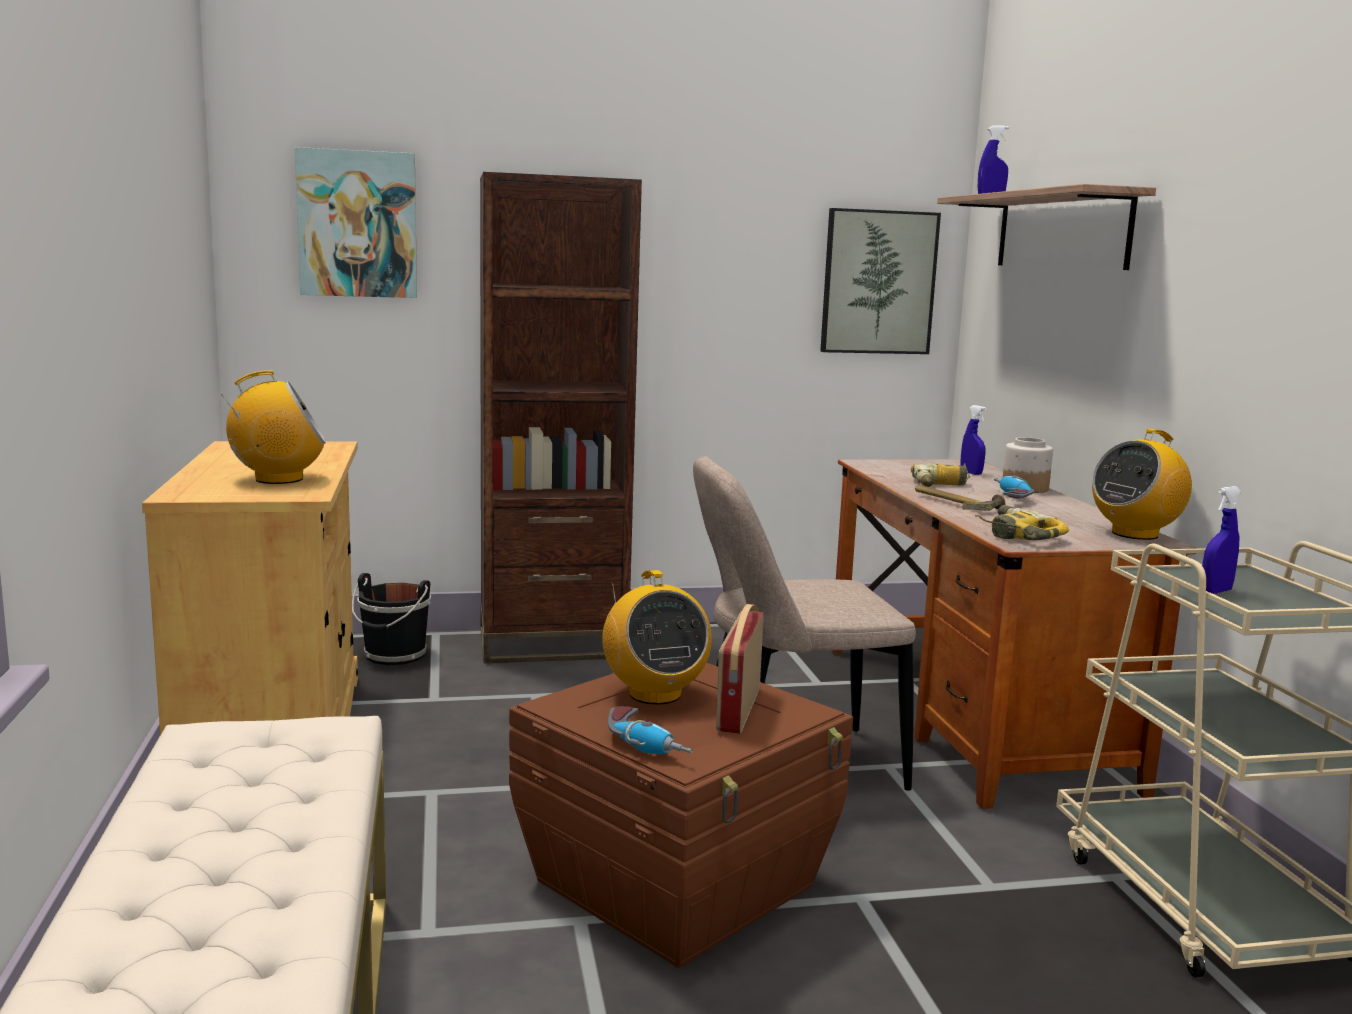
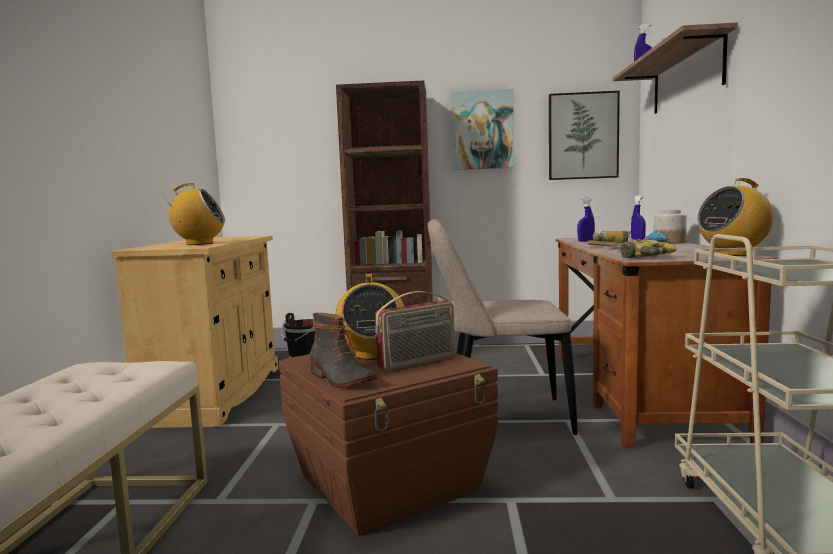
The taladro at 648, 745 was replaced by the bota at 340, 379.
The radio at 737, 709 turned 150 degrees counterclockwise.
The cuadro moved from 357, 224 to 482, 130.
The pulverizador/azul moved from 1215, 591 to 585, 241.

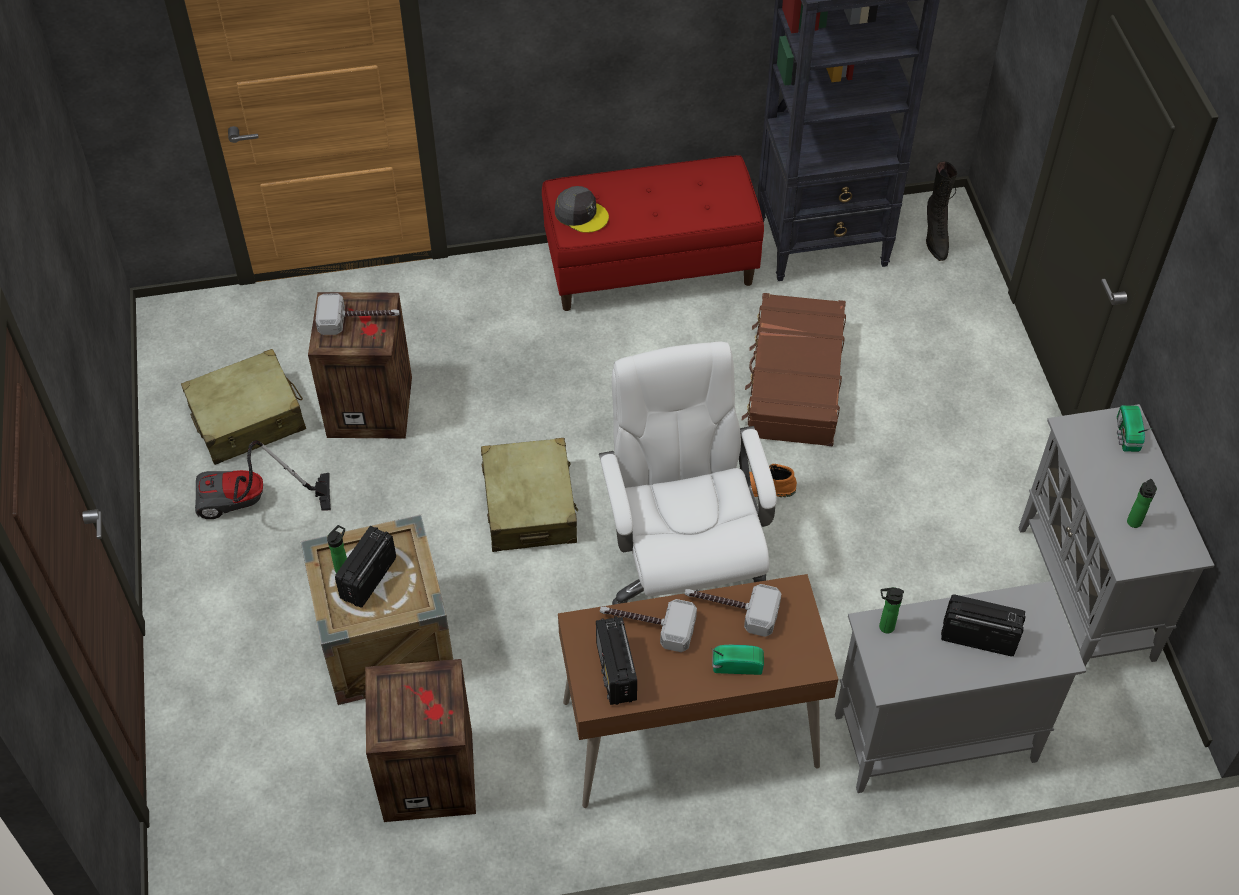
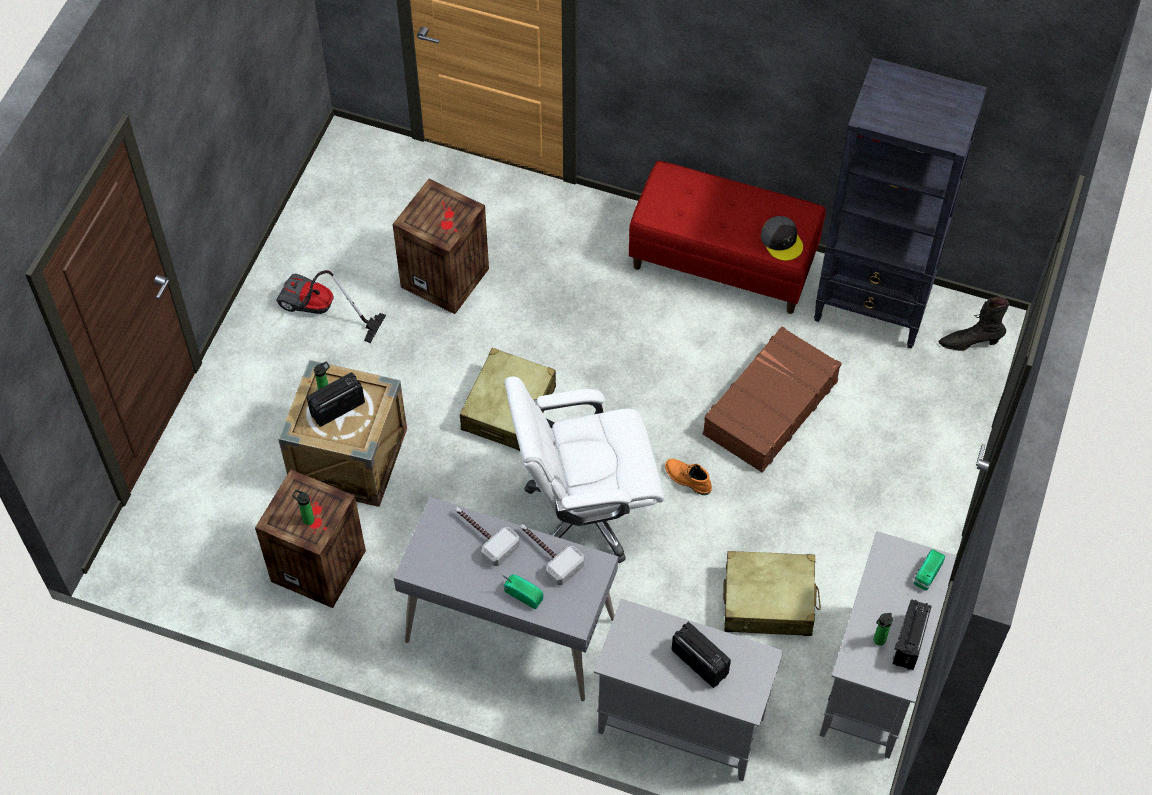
The botella moved from 884, 627 to 306, 519.
The escritorio/marrón at 690, 735 became the escritorio/gris at 510, 631.
The silla de oficina/blanco at 683, 571 turned 120 degrees counterclockwise.
The maleta/beis moved from 248, 419 to 768, 601.
The gorra/gris moved from 581, 214 to 781, 241.
The radio moved from 616, 673 to 909, 643.
The bota/negro at 935, 237 turned 60 degrees clockwise.
The martillo at 359, 320 disappeared.

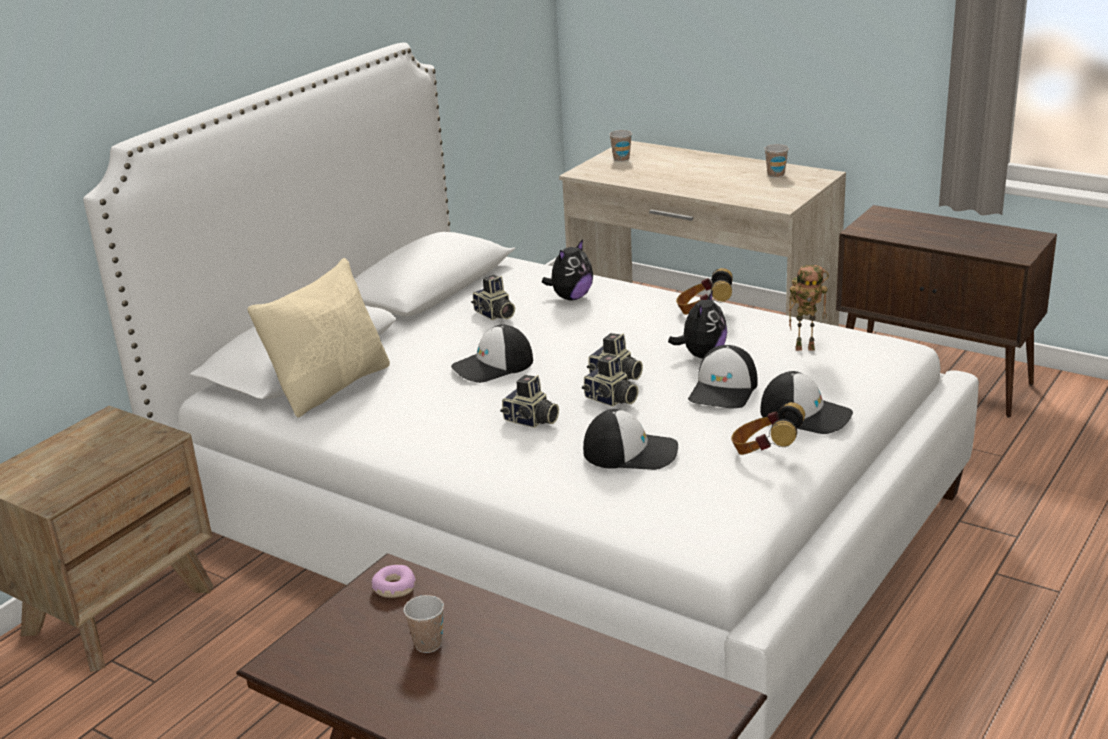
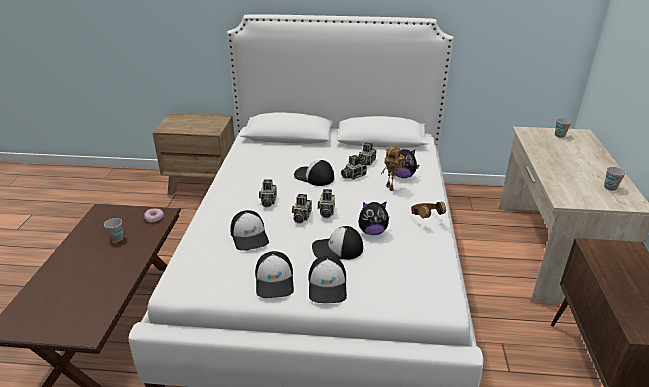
The auriculares at 765, 452 was replaced by the gorra at 275, 280.
The cámara at 352, 175 appeared.
The robot de juguete moved from 806, 348 to 391, 188.
The cojín/beis at 331, 386 disappeared.

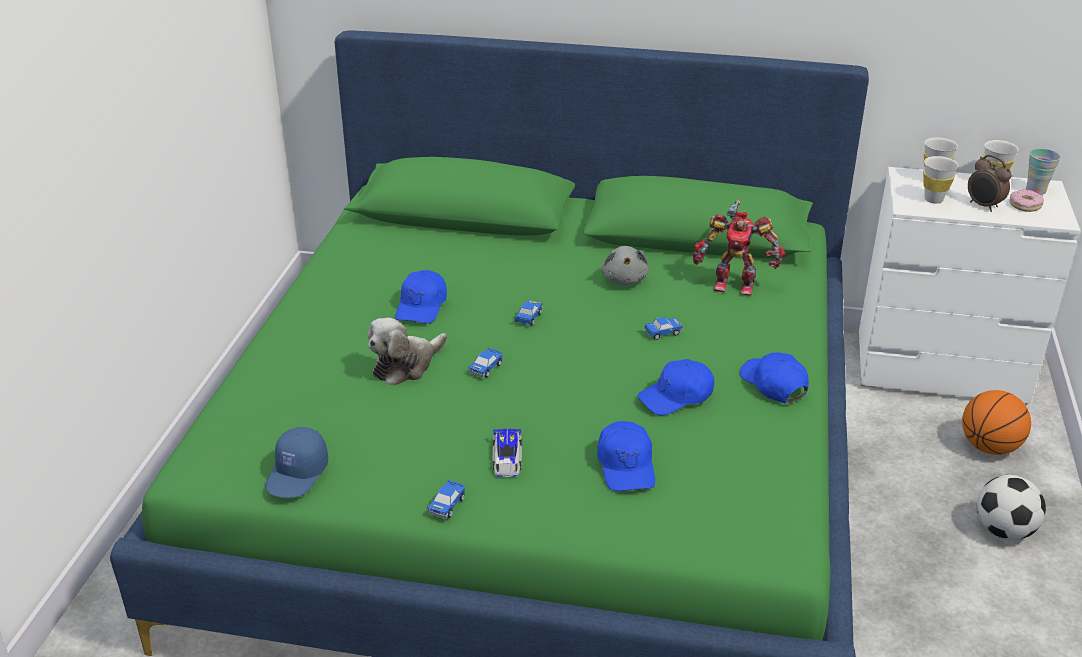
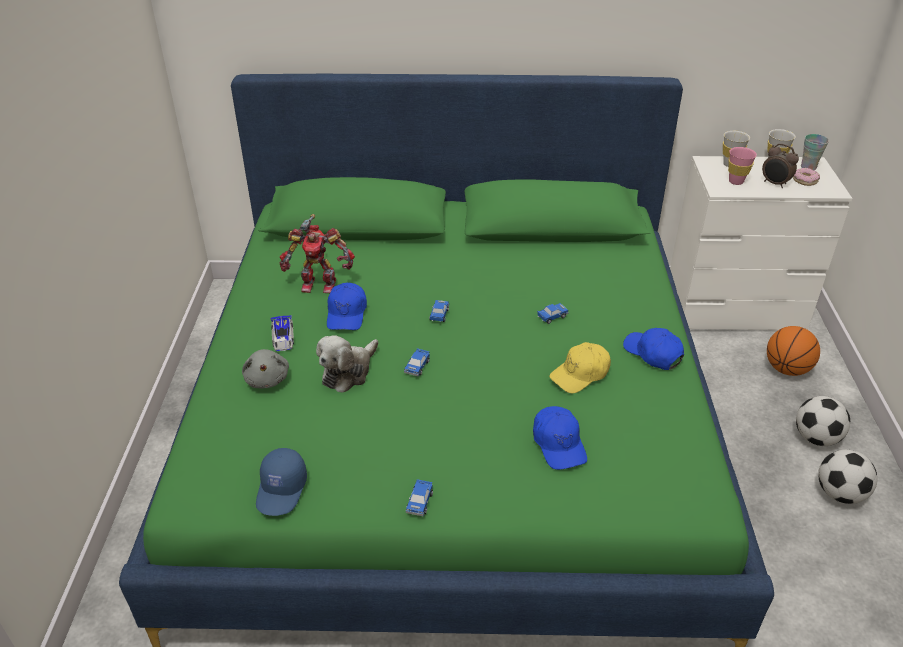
The peluche/gris moved from 624, 279 to 267, 379.
The coche de juguete moved from 507, 458 to 283, 337.
The robot de juguete moved from 734, 284 to 319, 284.
The gorra/azul at 676, 396 became the gorra/amarillo at 580, 374.
The taza/blanco at 933, 199 became the taza/rosa at 736, 181.
The balón de fútbol at 840, 494 appeared.

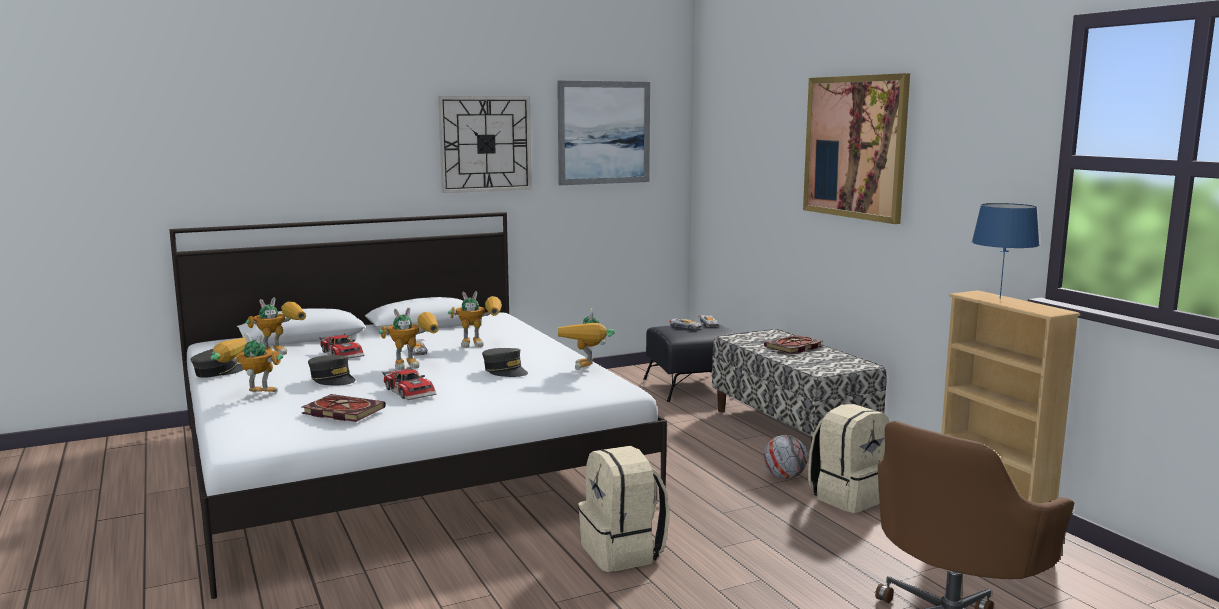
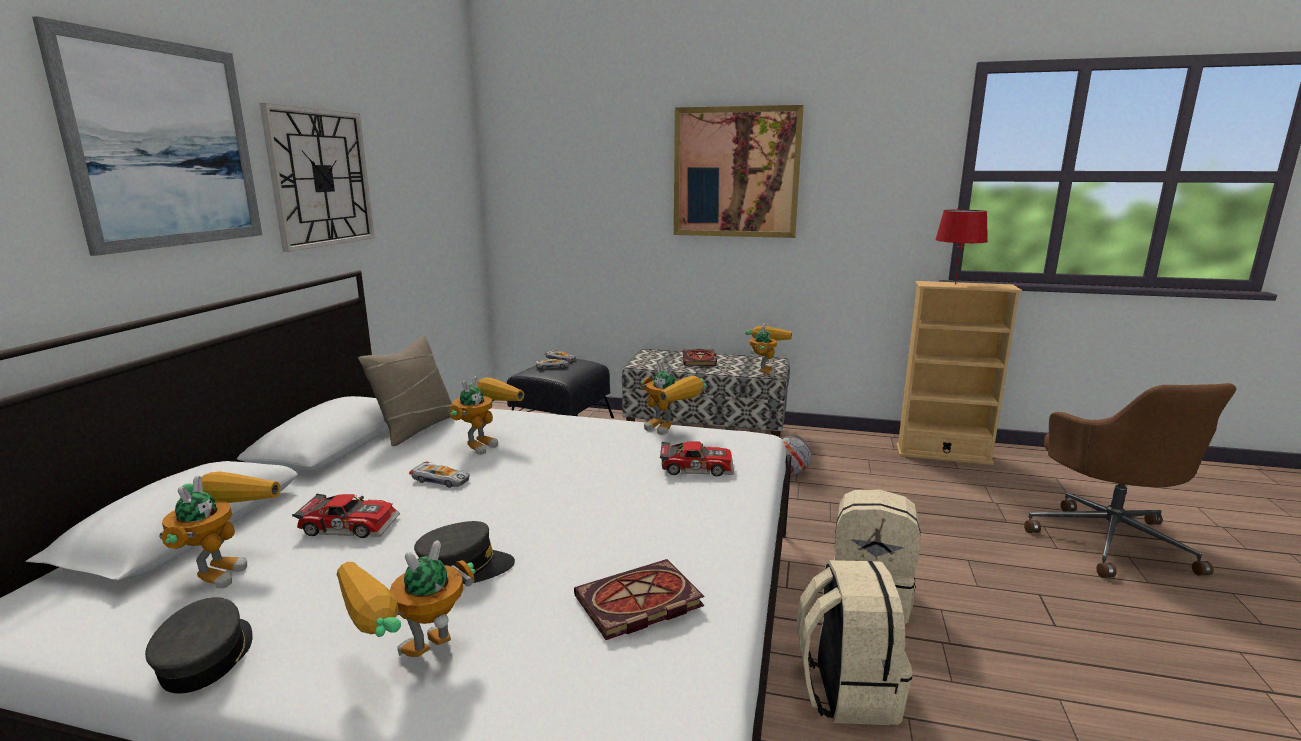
The cuadro moved from 604, 132 to 165, 145.
The cojín/beis at 416, 427 appeared.
The coche de juguete moved from 411, 391 to 696, 467.
The robot de juguete moved from 415, 364 to 764, 371.
The mochila/beis moved from 848, 497 to 846, 689.
The lámpara de mesa/azul at 999, 299 became the lámpara de mesa/rojo at 954, 284.
The gorra/gris at 505, 371 disappeared.

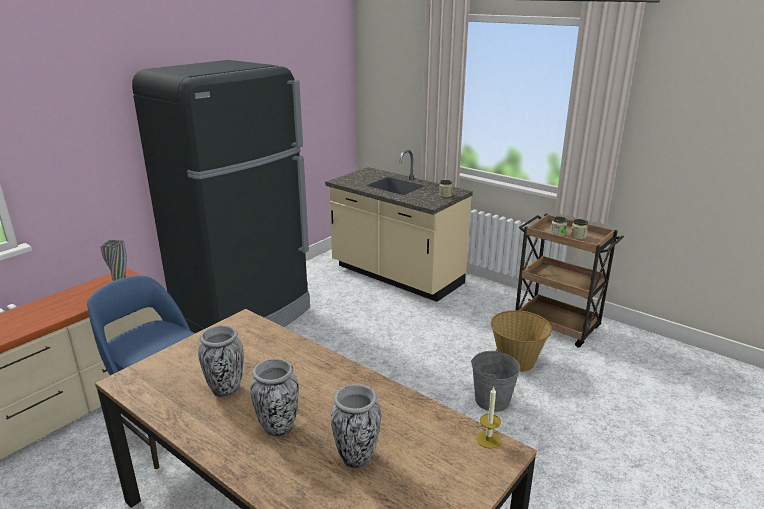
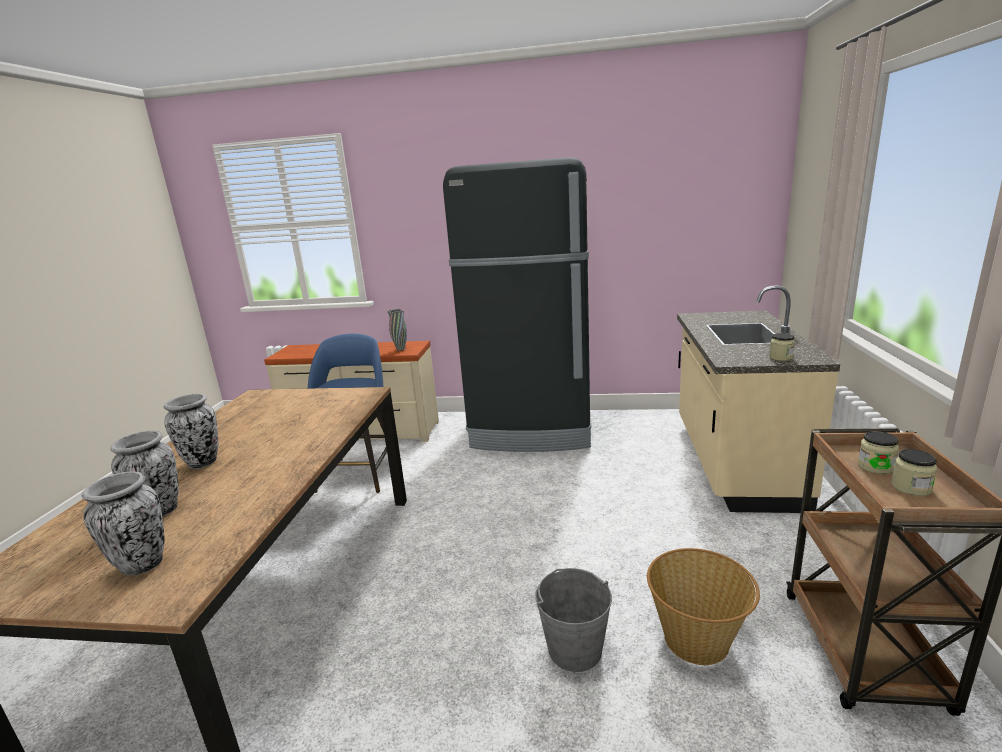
The florero moved from 225, 389 to 142, 564.
The vela at 488, 439 disappeared.

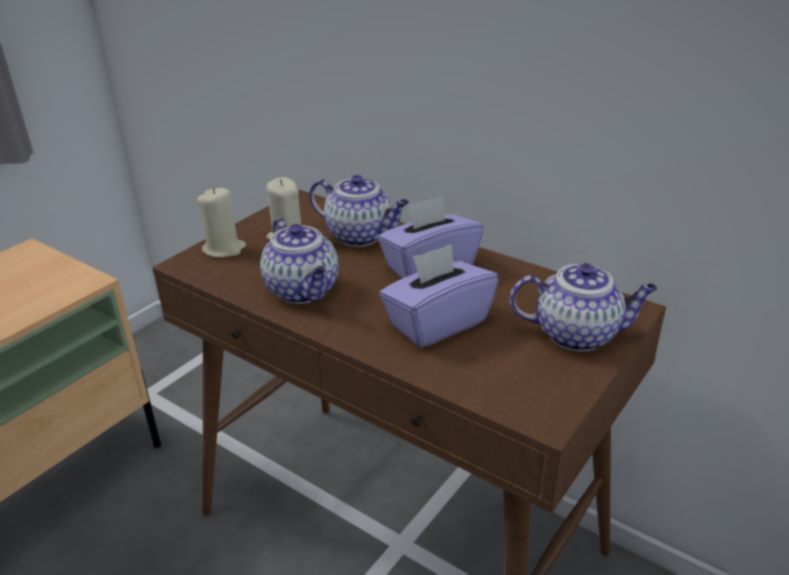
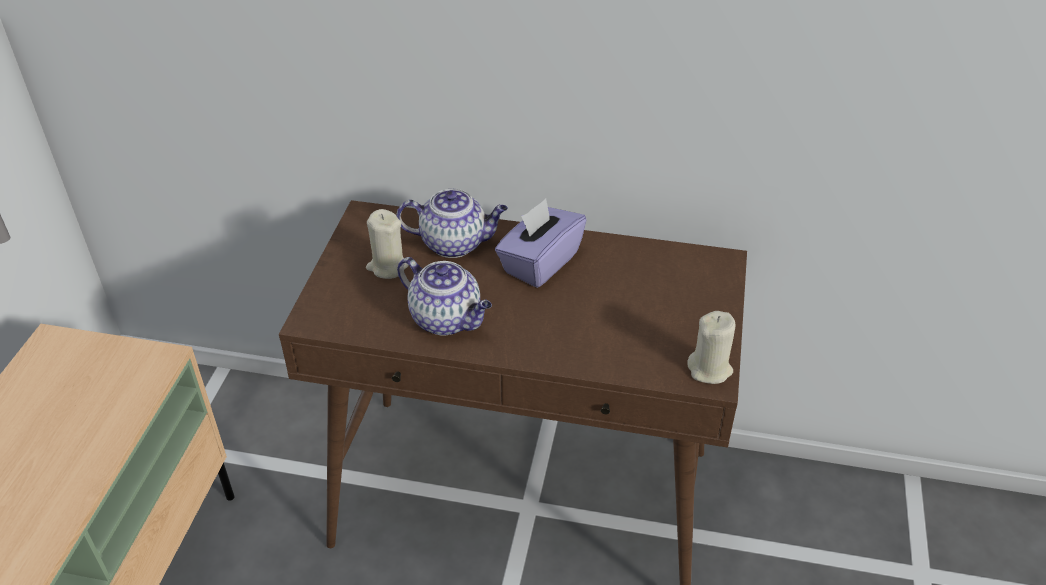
The vela/beis moved from 224, 249 to 710, 369.
The caja de pañuelos/morado at 437, 323 disappeared.
The tetera at 578, 334 disappeared.

